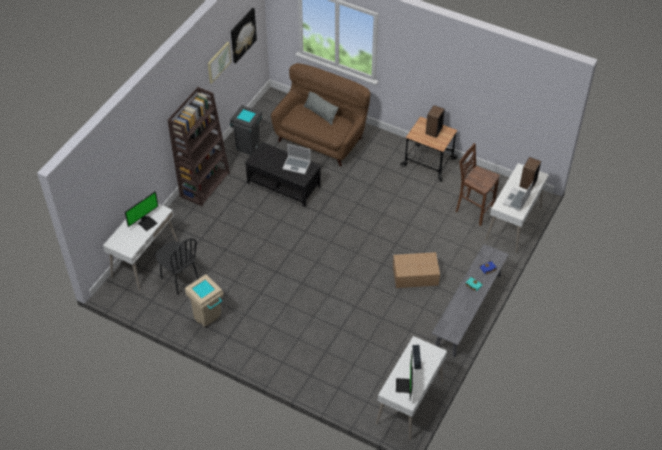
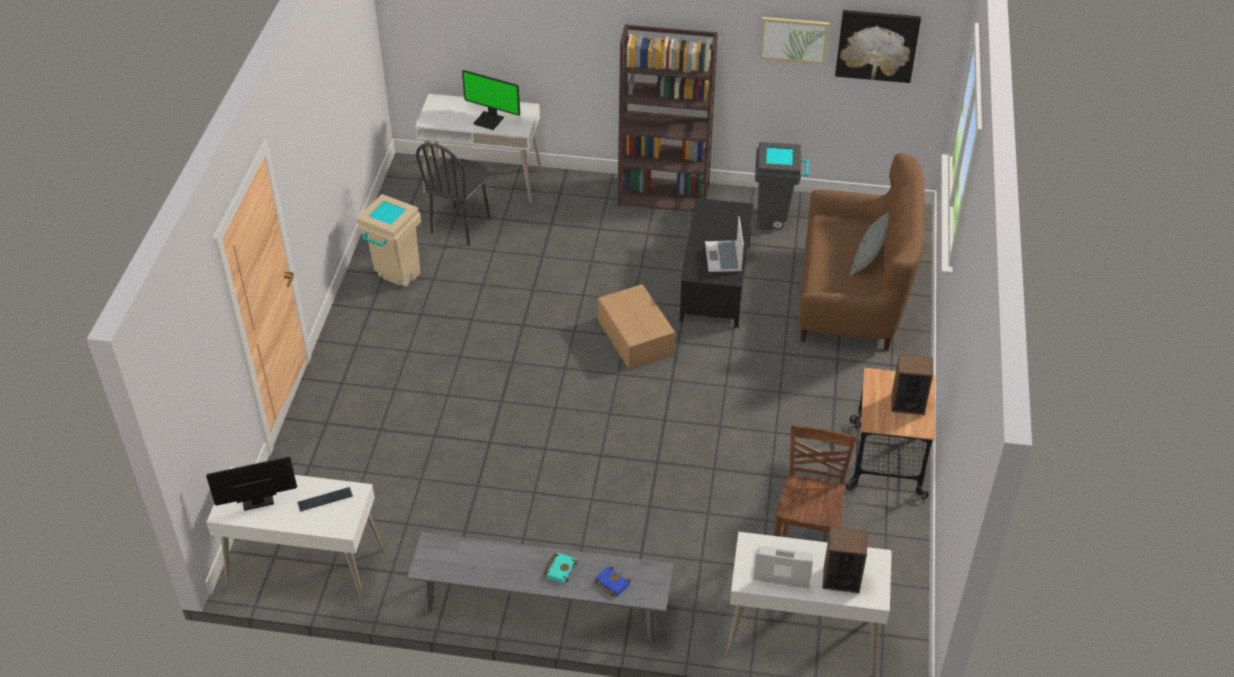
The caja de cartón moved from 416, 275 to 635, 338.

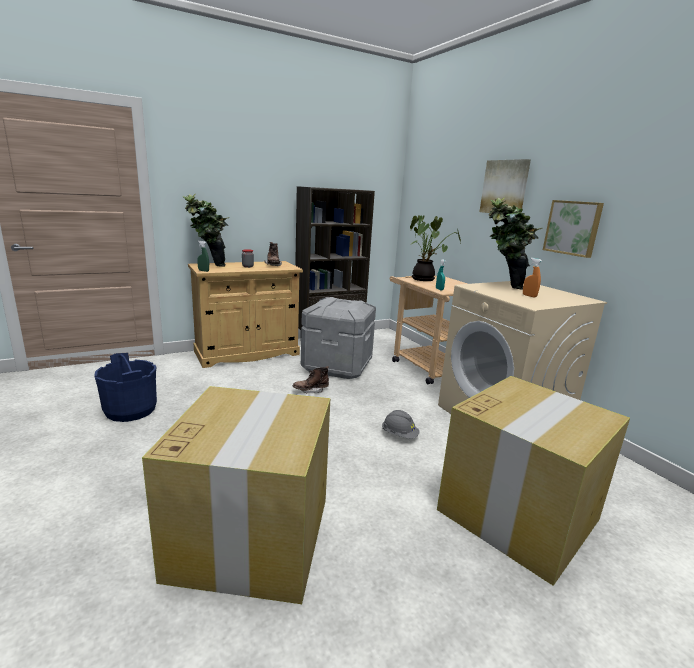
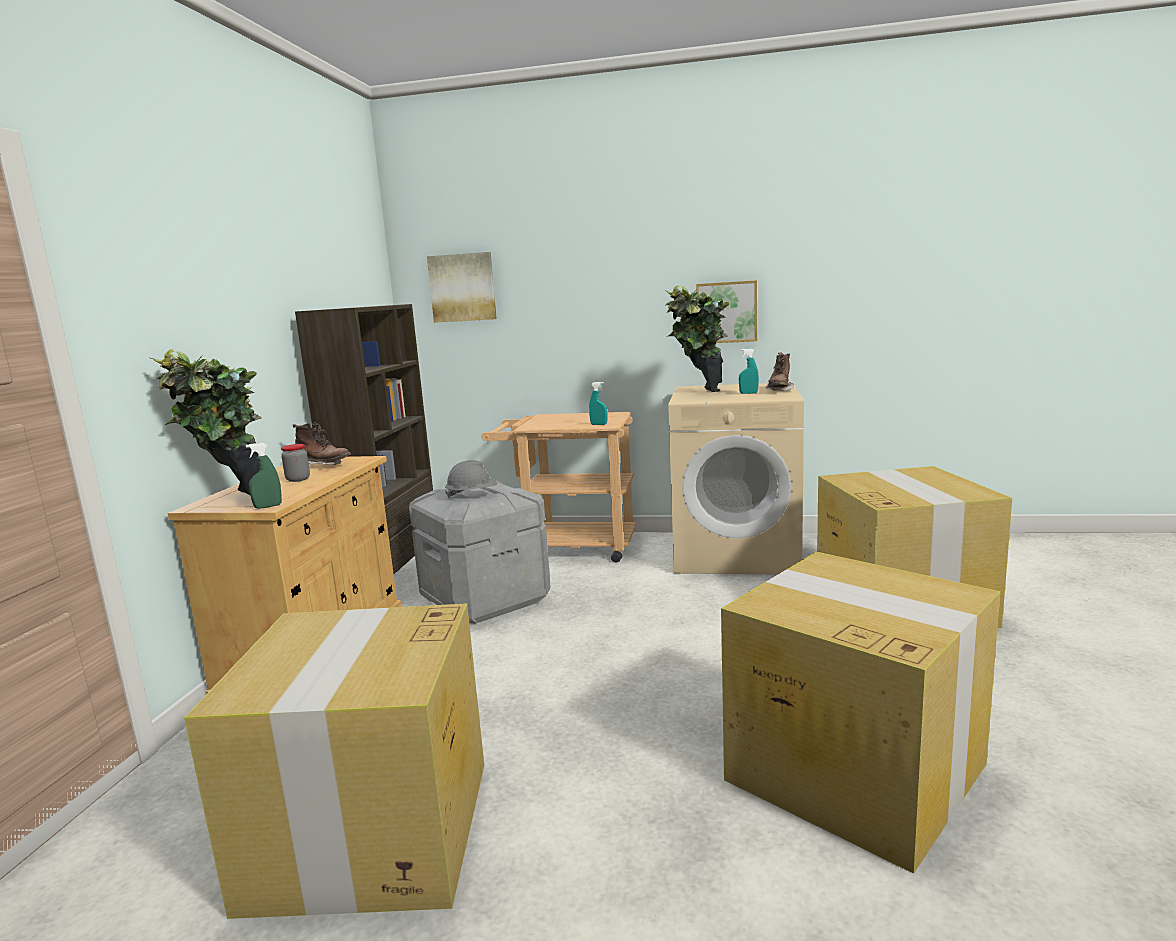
The cubo/azul at 130, 410 was replaced by the caja de cartón at 371, 834.
The cuadro moved from 505, 187 to 462, 287.
The casco/gris moved from 399, 435 to 472, 495.
The pulverizador/naranja at 529, 296 became the pulverizador/turquesa at 748, 393.
The bota/marrón moved from 310, 390 to 779, 390.
The planta en maceta at 425, 279 disappeared.

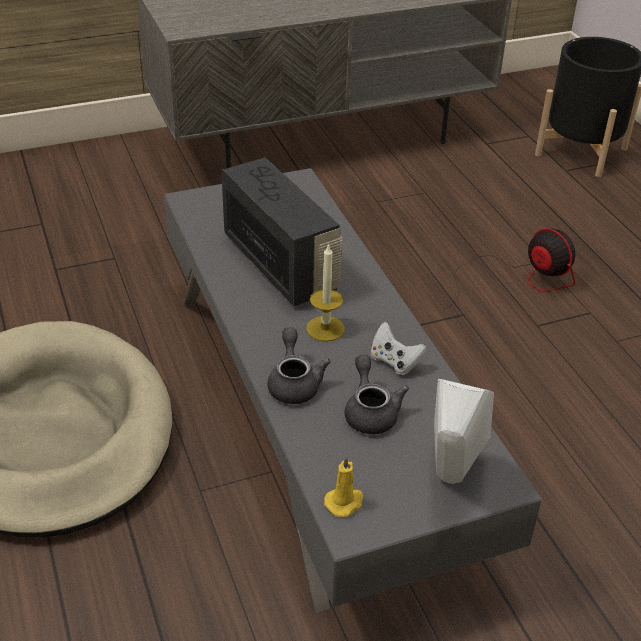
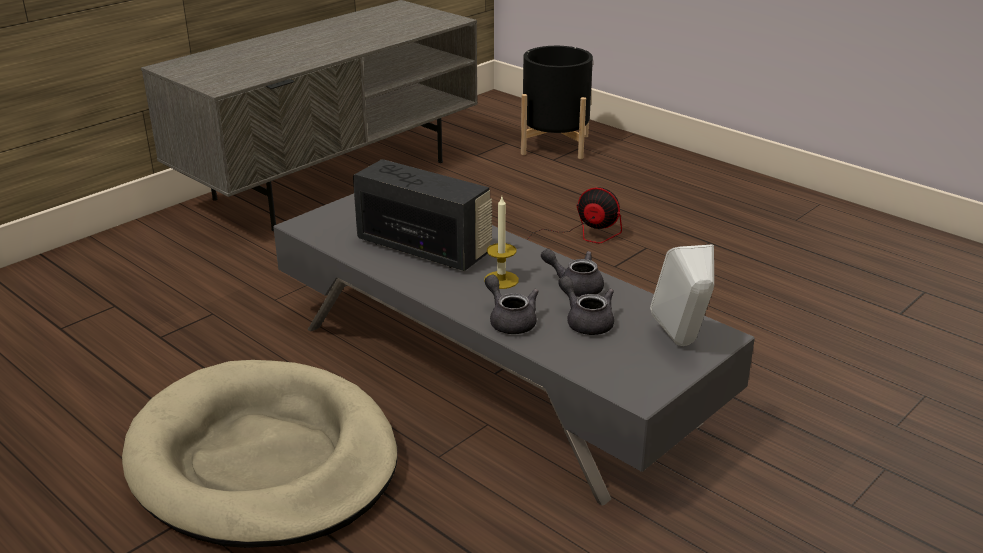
The mando de consola/blanco at 394, 362 was replaced by the tetera/gris at 575, 286.
The vela/amarillo at 345, 502 disappeared.

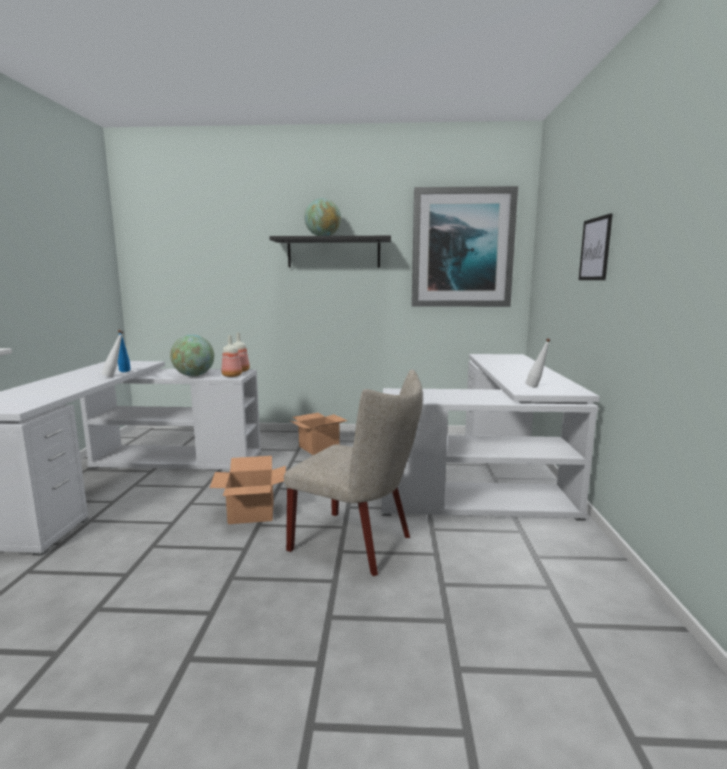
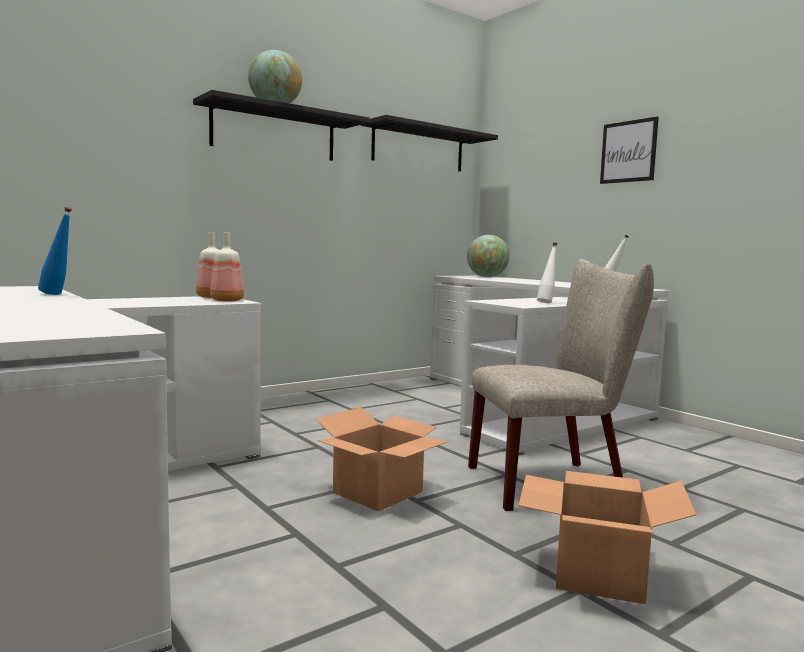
The cuadro at 462, 248 was replaced by the estante/negro at 418, 148.
The globo terráqueo moved from 194, 375 to 487, 277.
The caja de cartón moved from 318, 448 to 599, 575.
The botella/blanco moved from 115, 376 to 547, 302.

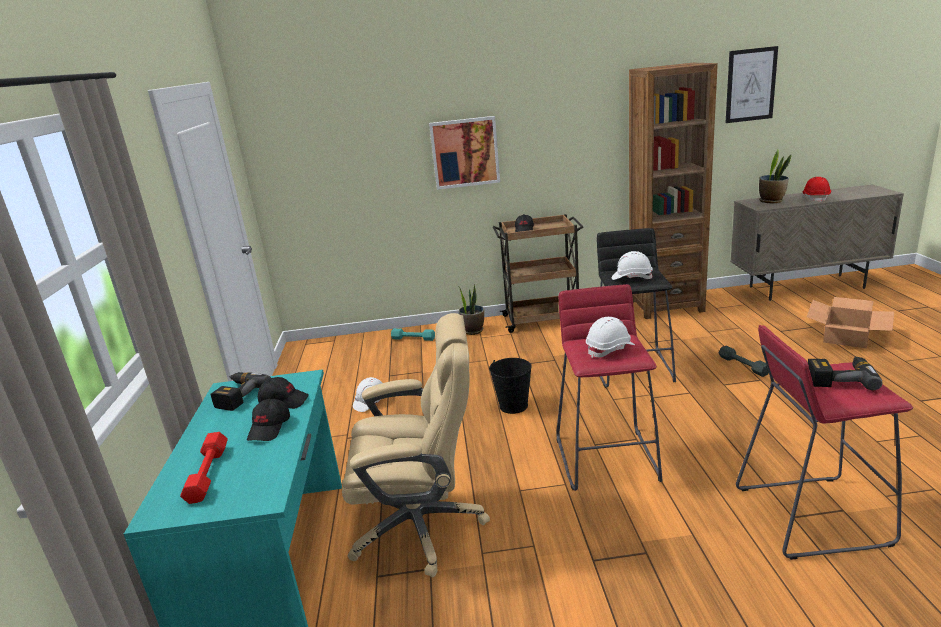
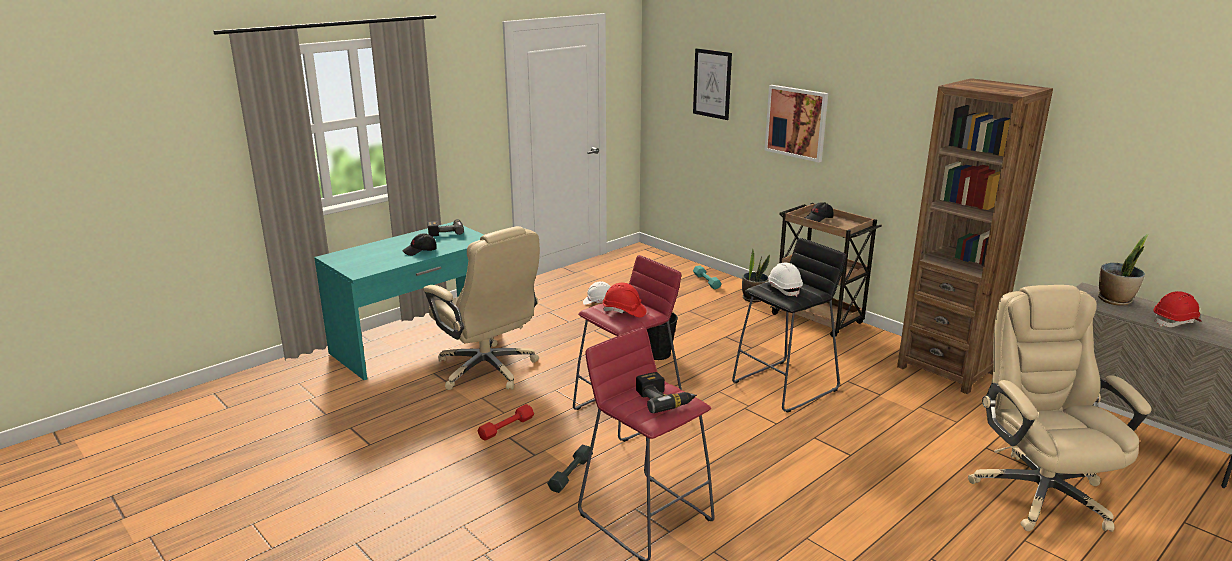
The mancuerna/rojo moved from 208, 474 to 506, 428.
The mancuerna/gris moved from 743, 365 to 570, 473.
The casco/blanco at 610, 349 became the casco/rojo at 624, 312.
The cuadro moved from 750, 85 to 712, 84.
The caja de cartón at 847, 335 was replaced by the silla de oficina/beis at 1039, 492.
The gorra/negro at 284, 401 disappeared.

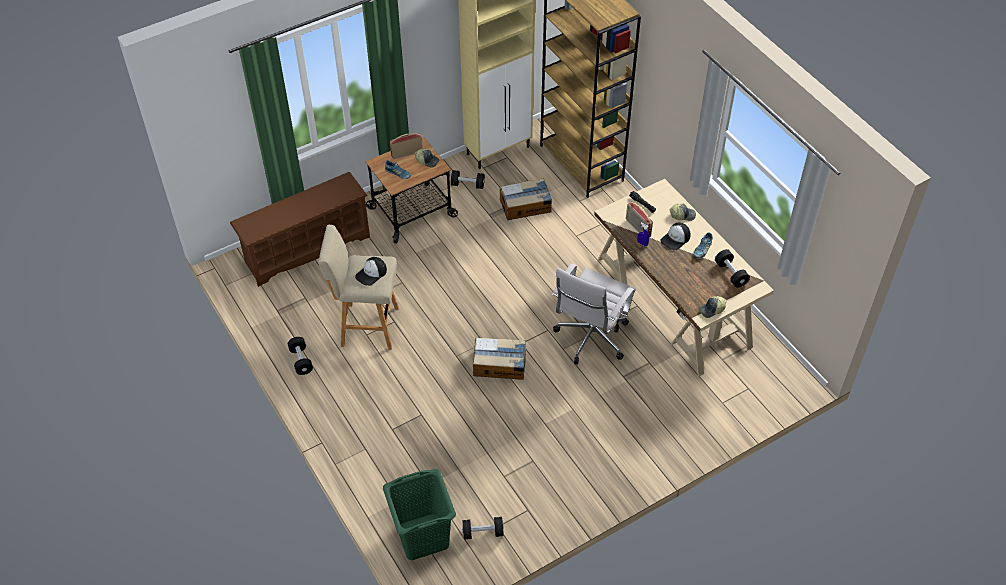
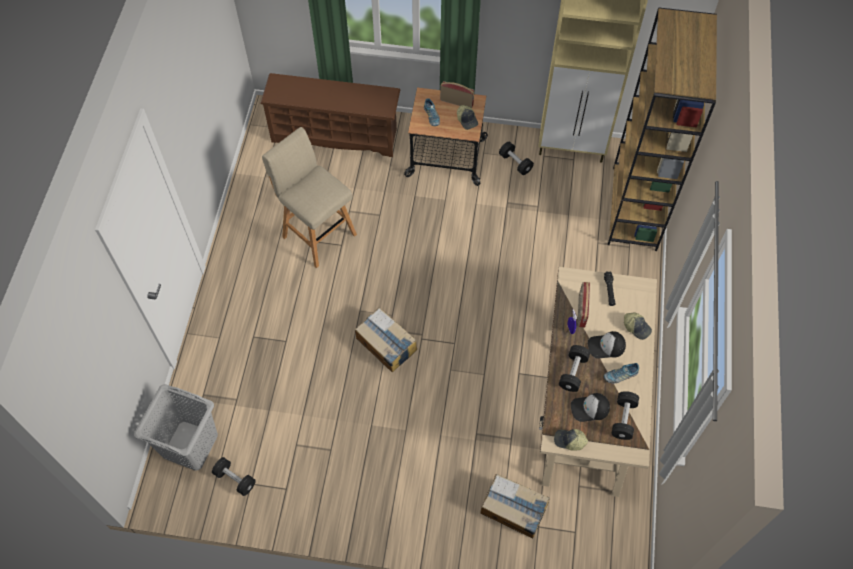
The cesto de la ropa/verde at 423, 536 became the cesto de la ropa/gris at 190, 445.
The caja de cartón moved from 526, 205 to 514, 509.
The mancuerna/negro moved from 301, 360 to 573, 372.
The gorra moved from 371, 273 to 589, 409.
The silla de oficina/blanco at 590, 339 disappeared.

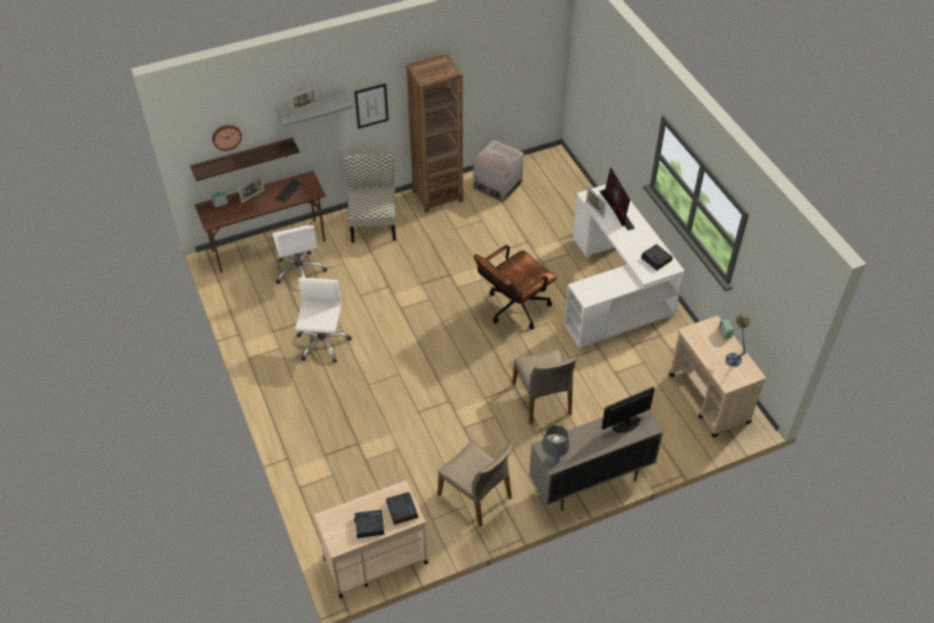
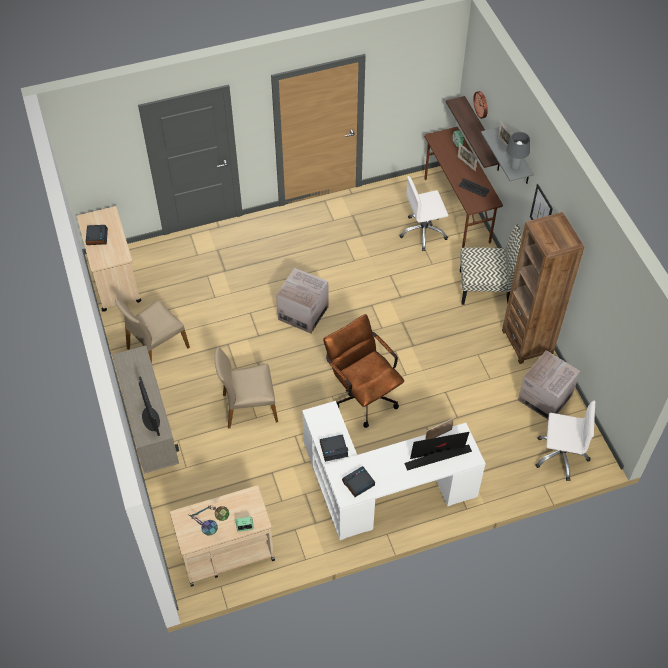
The caja de cartón at 303, 313 appeared.
The despertador moved from 401, 510 to 334, 449.
The lámpara de mesa/gris moved from 553, 460 to 515, 167.
The silla de oficina/blanco moved from 322, 343 to 560, 455.

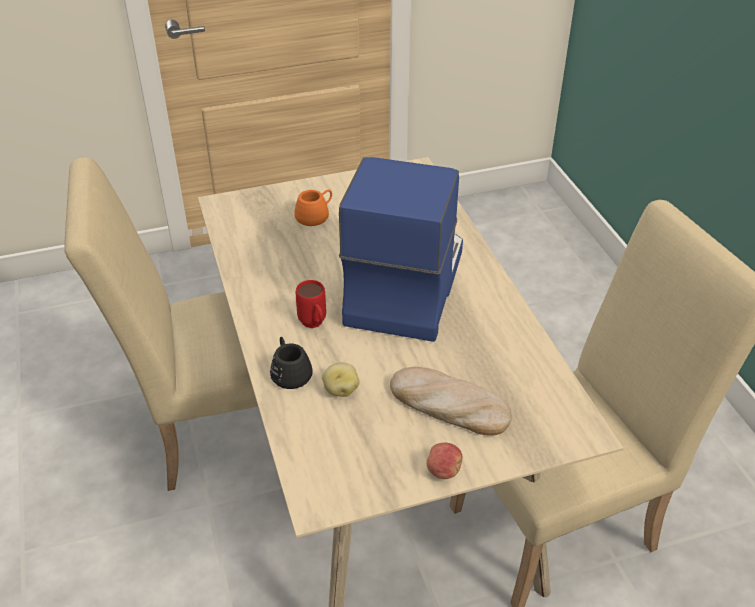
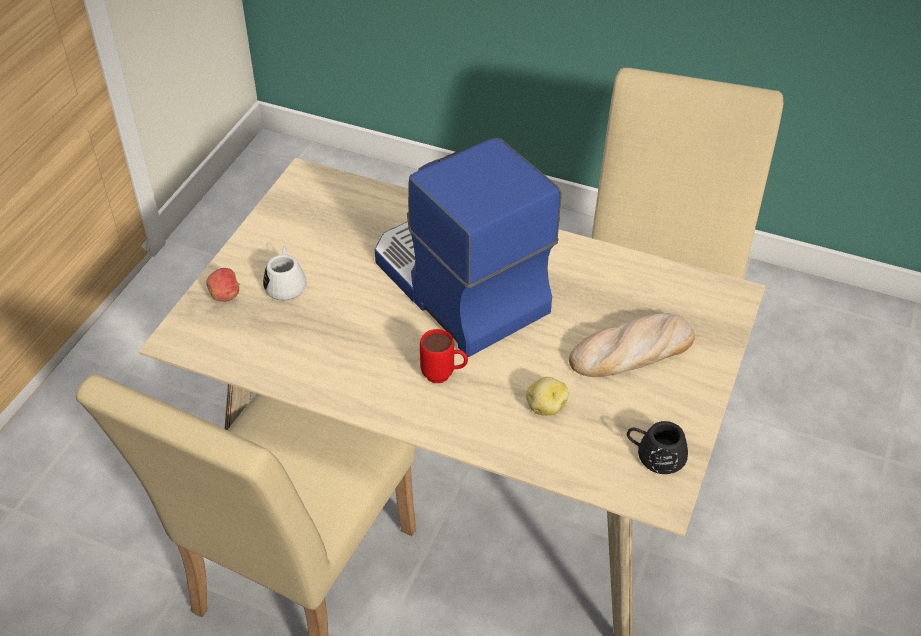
The manzana moved from 444, 471 to 225, 295.
The taza grande/naranja at 315, 215 became the taza grande/blanco at 286, 283.
The taza grande/negro moved from 289, 371 to 655, 455.

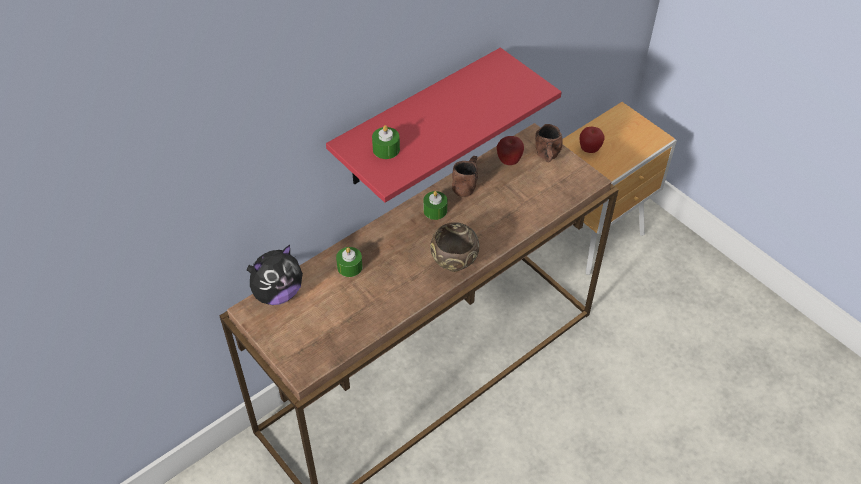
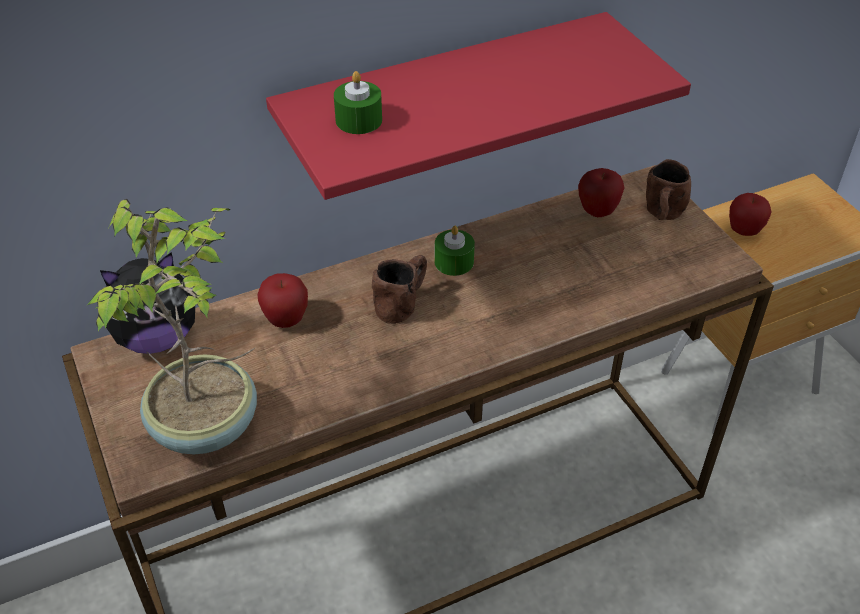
The planta en maceta at 208, 426 appeared.
The vela/verde at 349, 267 was replaced by the manzana at 286, 320.
The taza grande/marrón moved from 466, 183 to 403, 302.
The cuenco/marrón at 454, 266 disappeared.

